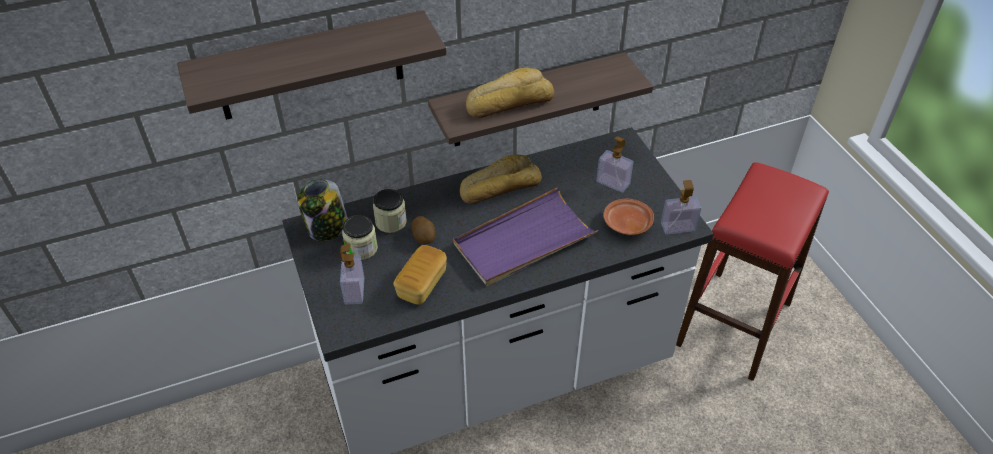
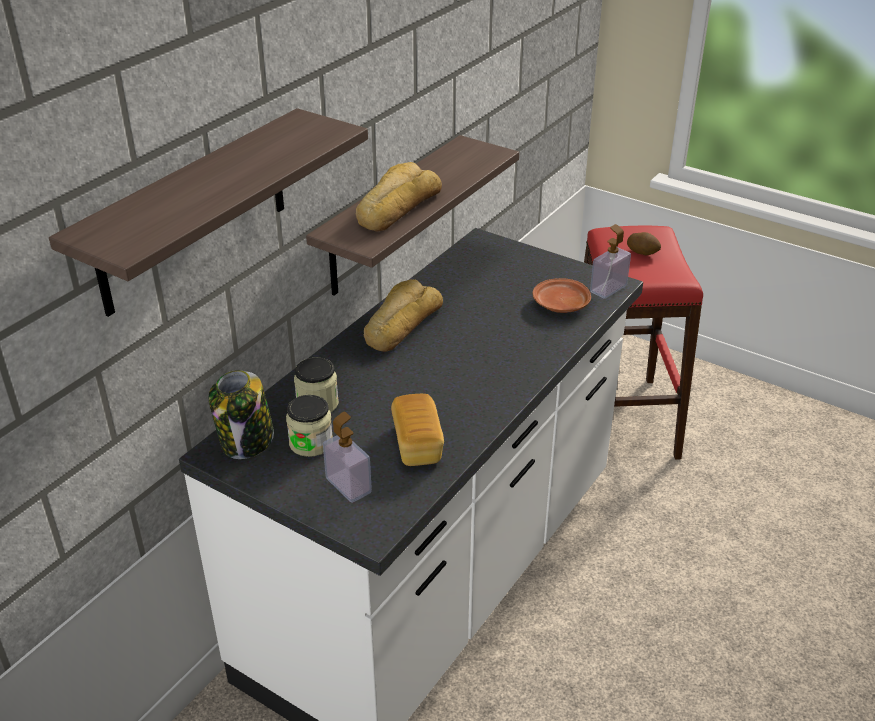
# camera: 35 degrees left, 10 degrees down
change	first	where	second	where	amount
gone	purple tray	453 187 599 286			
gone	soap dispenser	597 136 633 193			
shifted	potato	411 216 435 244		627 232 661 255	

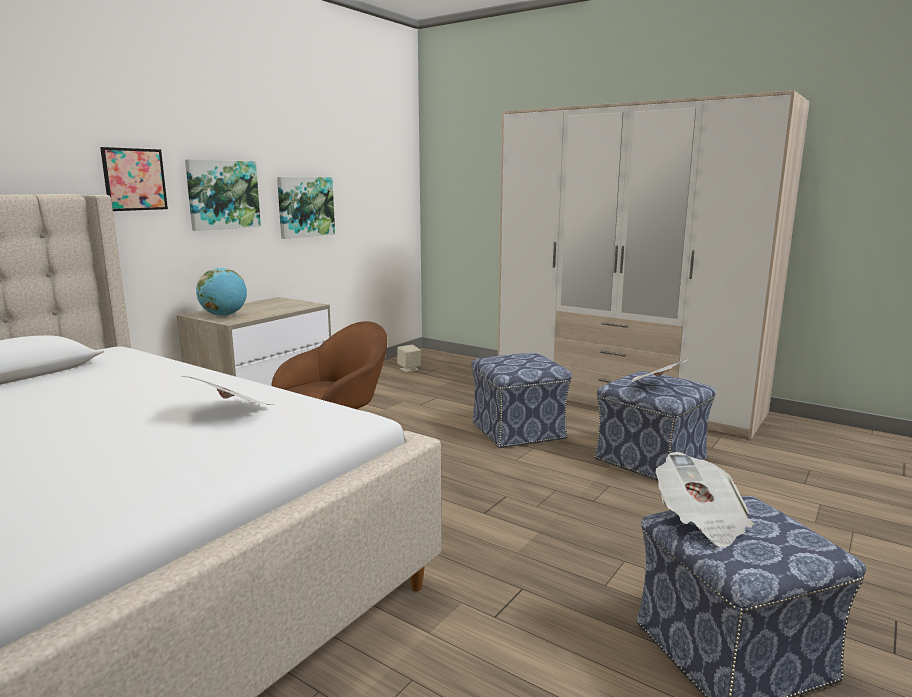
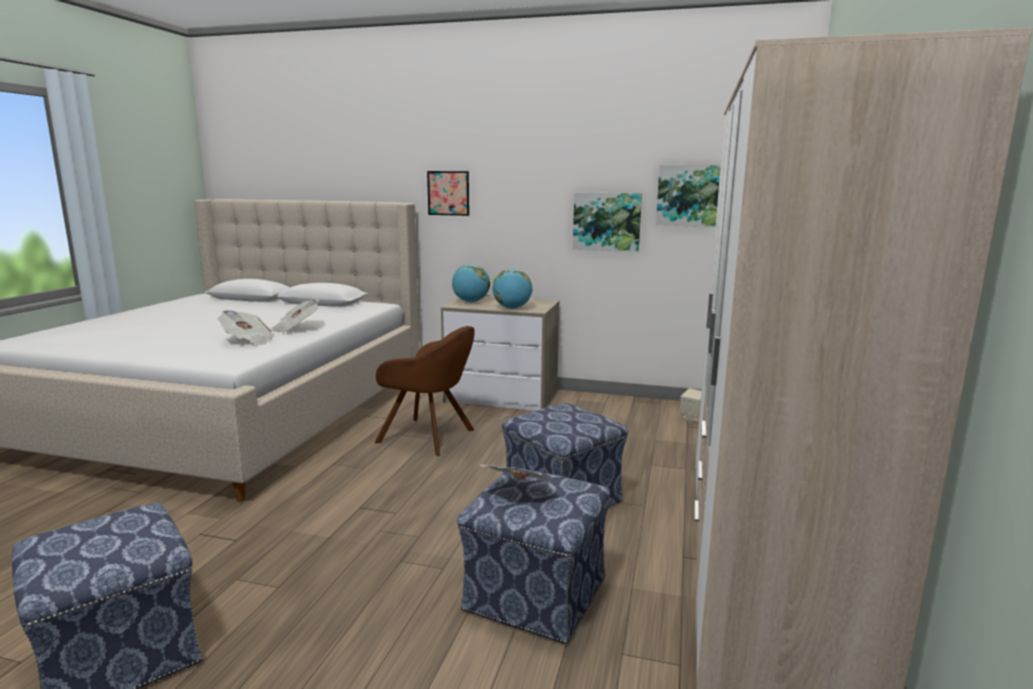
# camera: 70 degrees right, 0 degrees up
change	first	where	second	where	amount
new			globe	492 268 532 309	
shifted	picture	185 159 261 231		656 165 721 227	
shifted	newspaper	655 452 754 548		270 299 319 332	

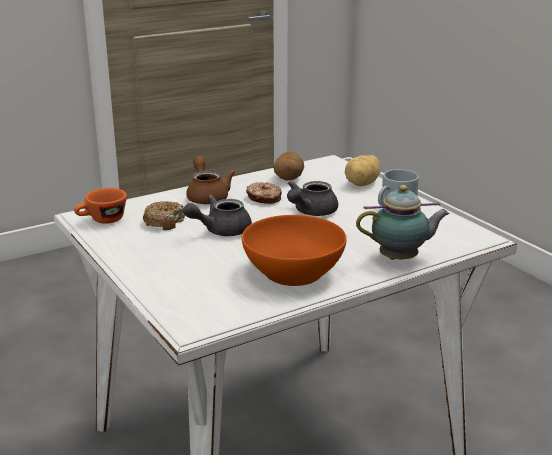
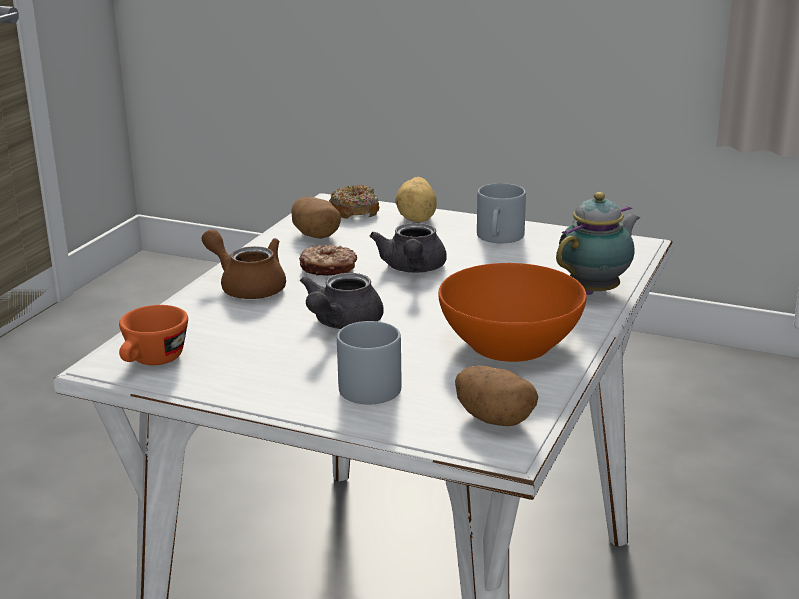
# camera: 35 degrees left, 0 degrees up
change	first	where	second	where	amount
new			grey mug	337 321 402 405	
new			potato	455 365 538 426	
shifted	donut	143 201 185 230		329 185 379 219	

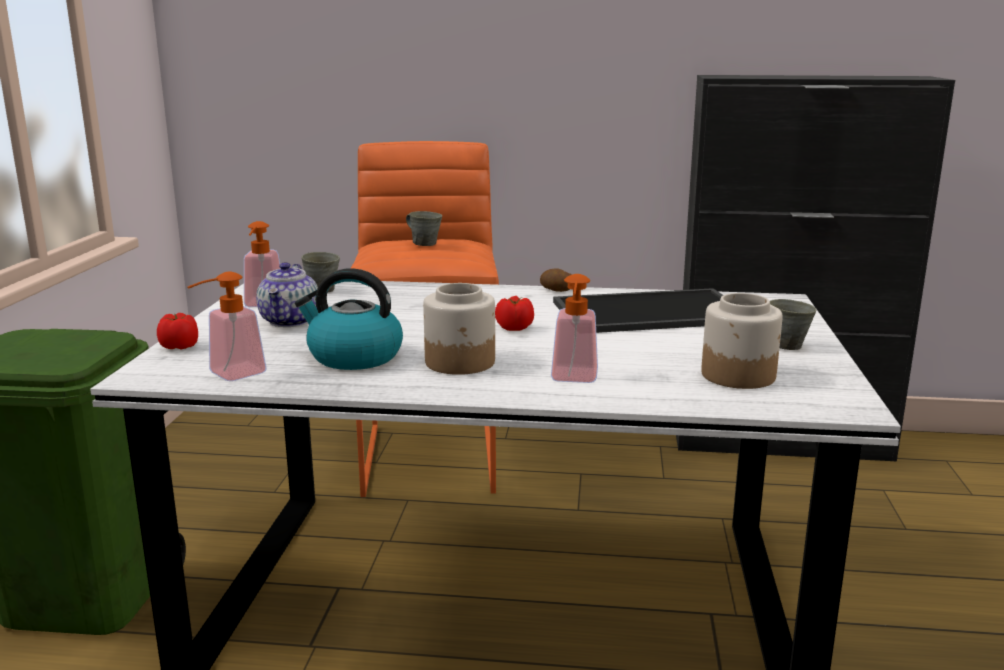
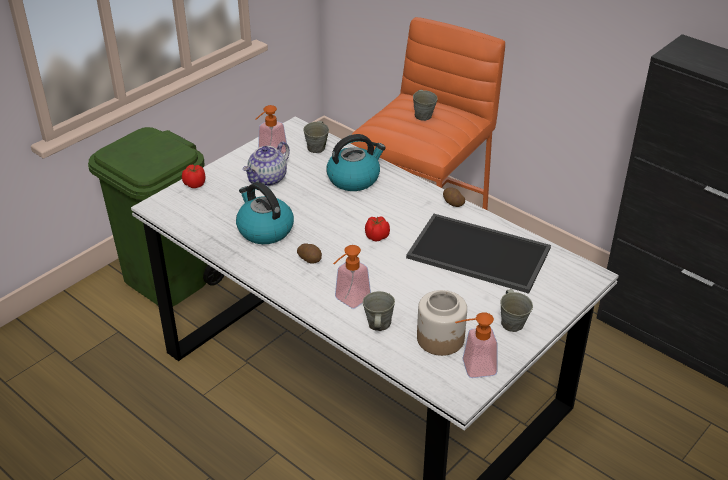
# camera: 35 degrees right, 20 degrees up
change	first	where	second	where	amount
new			kettle	327 134 386 191	
new			grey mug	363 291 395 331	
shifted	soap dispenser	187 272 267 381		455 312 497 378	
swapped	jar	423 283 495 375	potato	297 243 322 263	

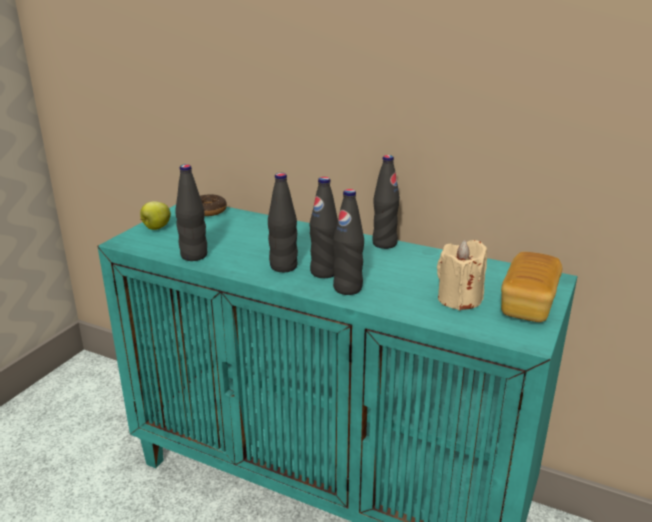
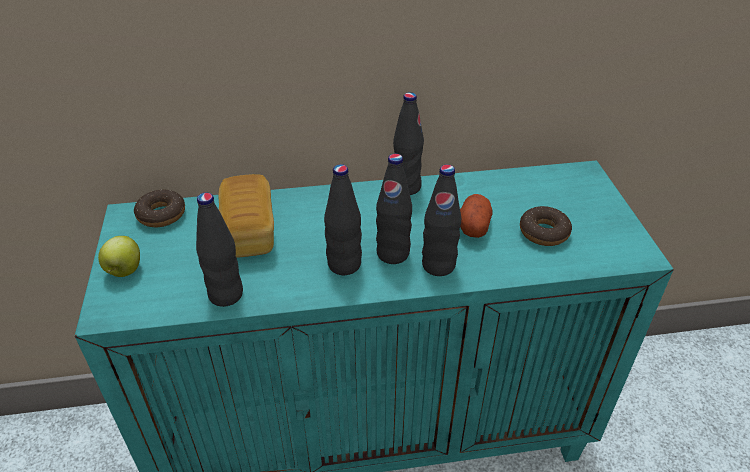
# camera: 35 degrees left, 15 degrees up
change	first	where	second	where	amount
new			potato	460 194 493 238	
shifted	bread	501 252 562 322		218 174 274 258	
swapped	beige candle	437 240 487 310	donut	520 206 572 246	

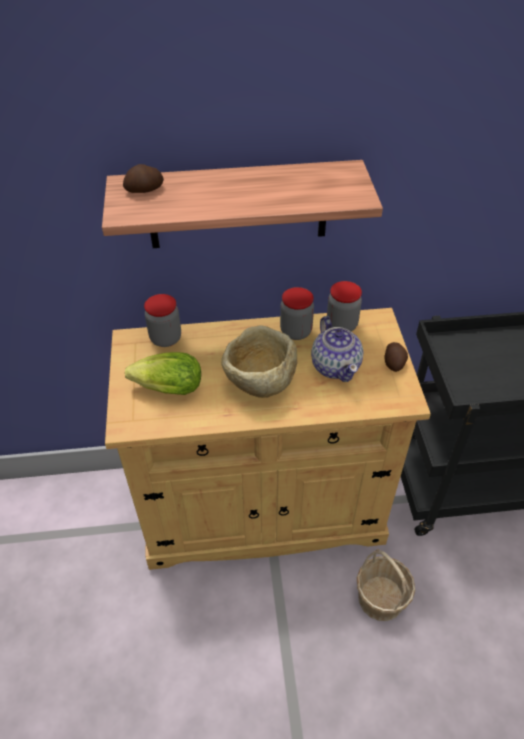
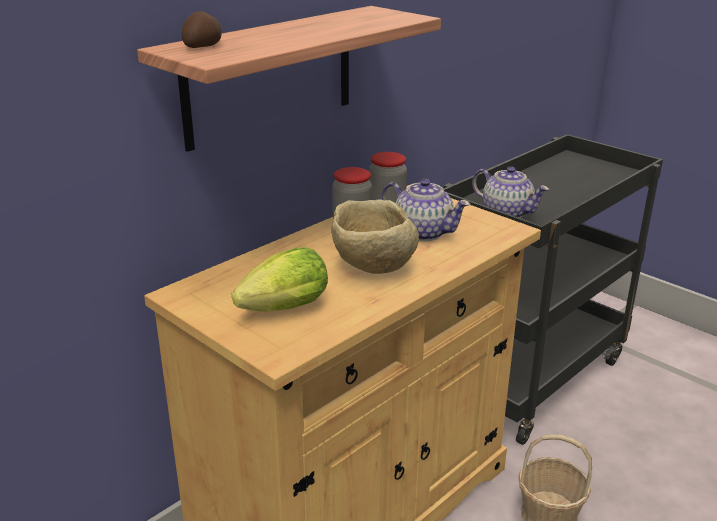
# camera: 40 degrees left, 20 degrees down
change	first	where	second	where	amount
gone	jar	144 294 181 347			
gone	potato	384 342 408 372			
new			teapot	472 166 549 218	

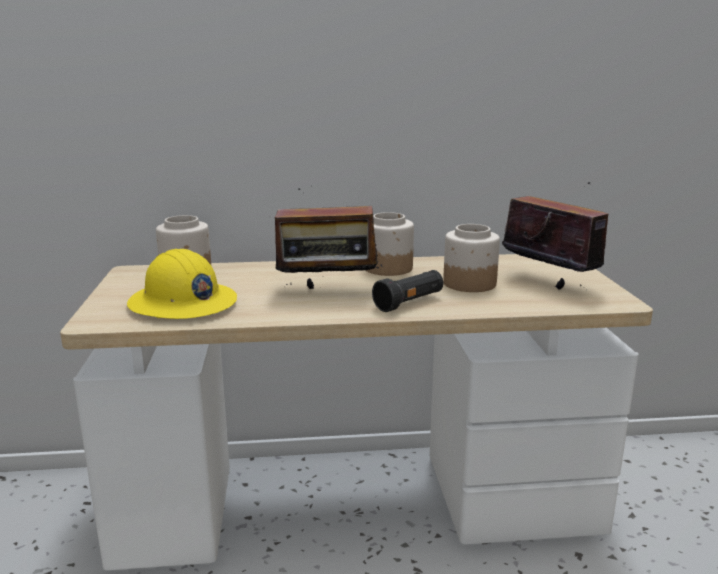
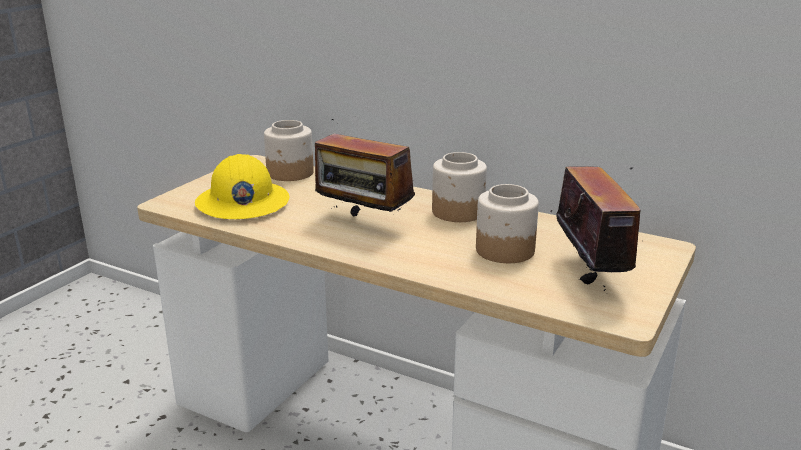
# camera: 35 degrees right, 5 degrees up
change	first	where	second	where	amount
gone	black flashlight	372 270 443 312			

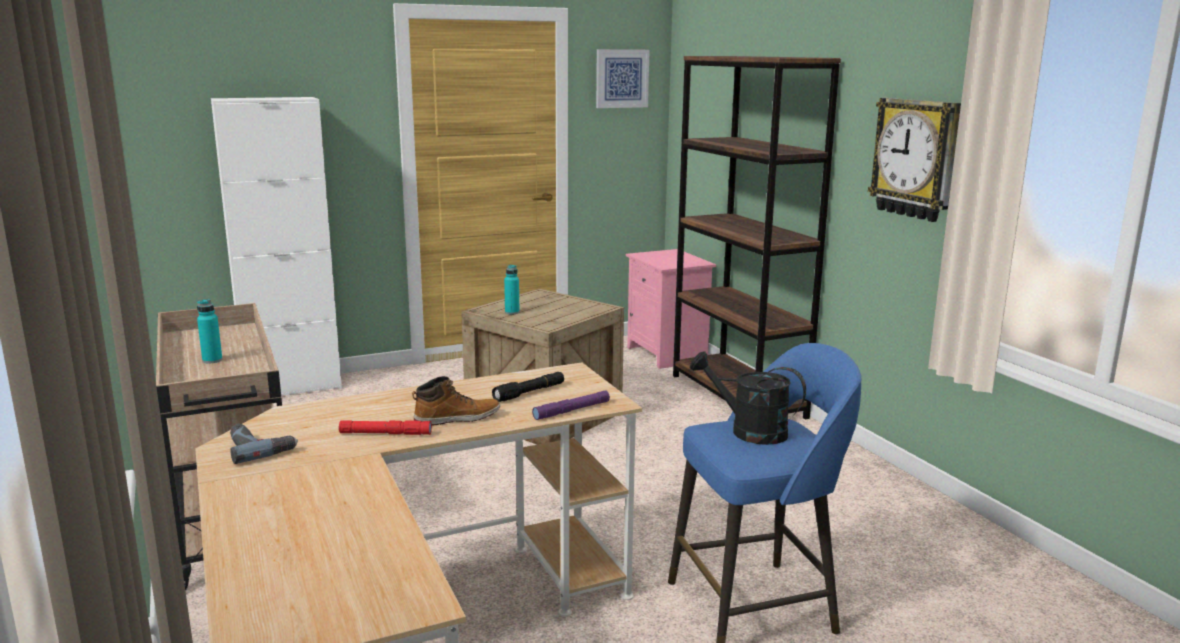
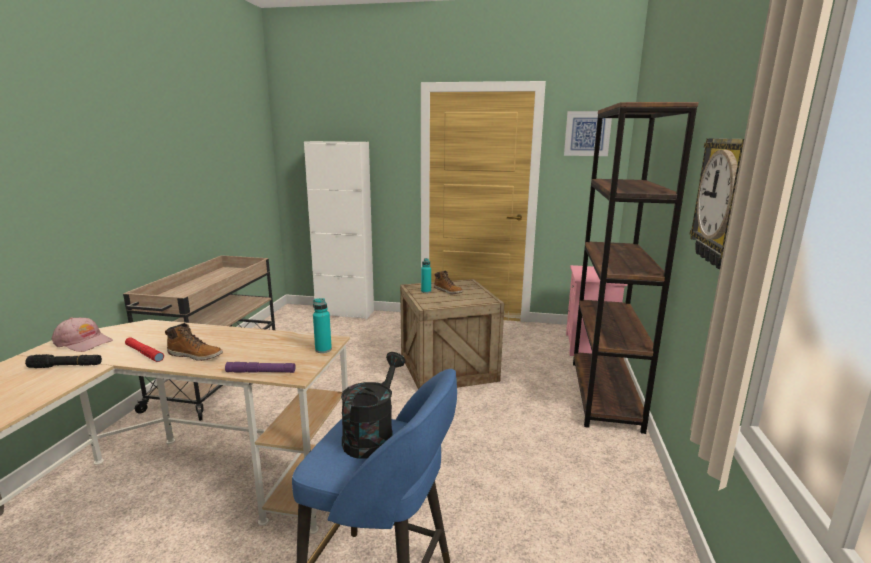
# camera: 35 degrees right, 0 degrees up
change	first	where	second	where	amount
new			boot	434 271 463 294	
shifted	turquoise bottle	197 299 222 363		313 298 332 353	
shifted	black flashlight	492 372 564 402		25 354 102 368	
swapped	power drill	230 424 298 464	pink cap	52 318 113 352	
rotated	black watering can	690 351 806 445		341 352 406 459	45 degrees clockwise

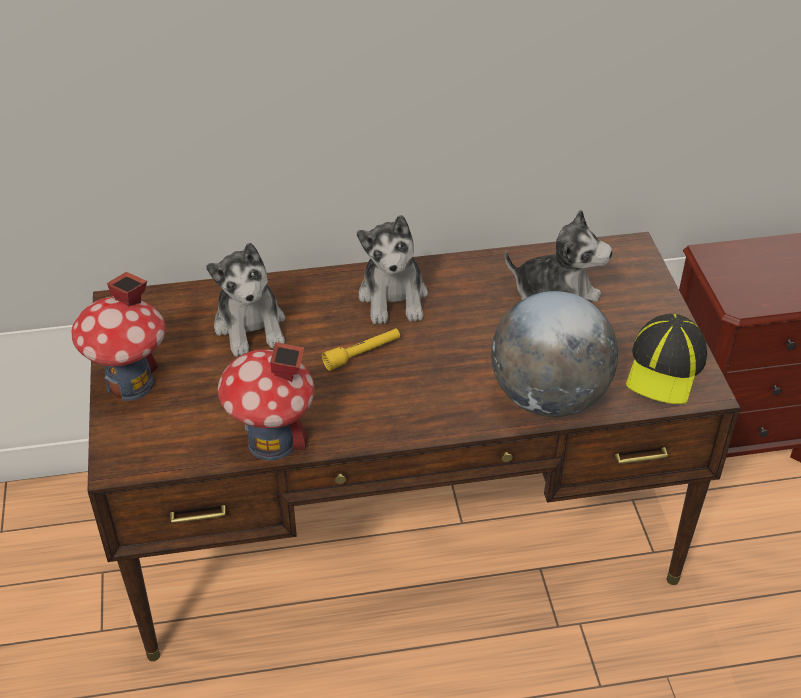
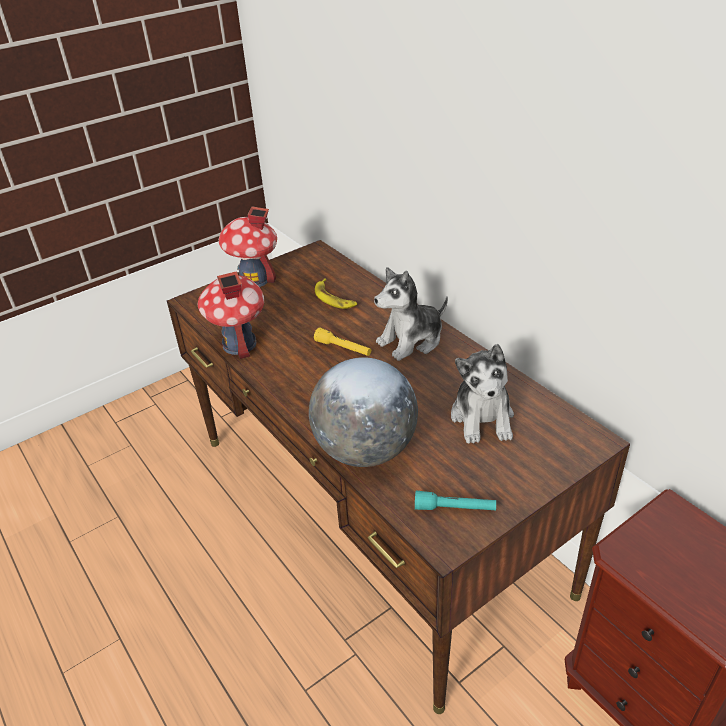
# camera: 65 degrees right, 5 degrees down
change	first	where	second	where	amount
swapped	plush toy	206 243 285 357	banana	315 278 357 309	
swapped	cap	626 314 707 404	turquoise flashlight	415 491 496 511	

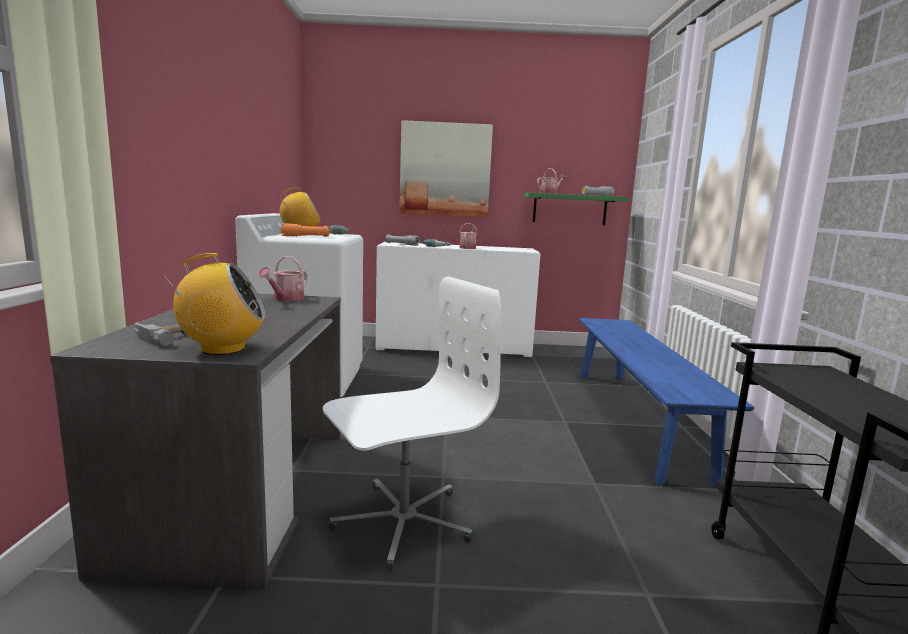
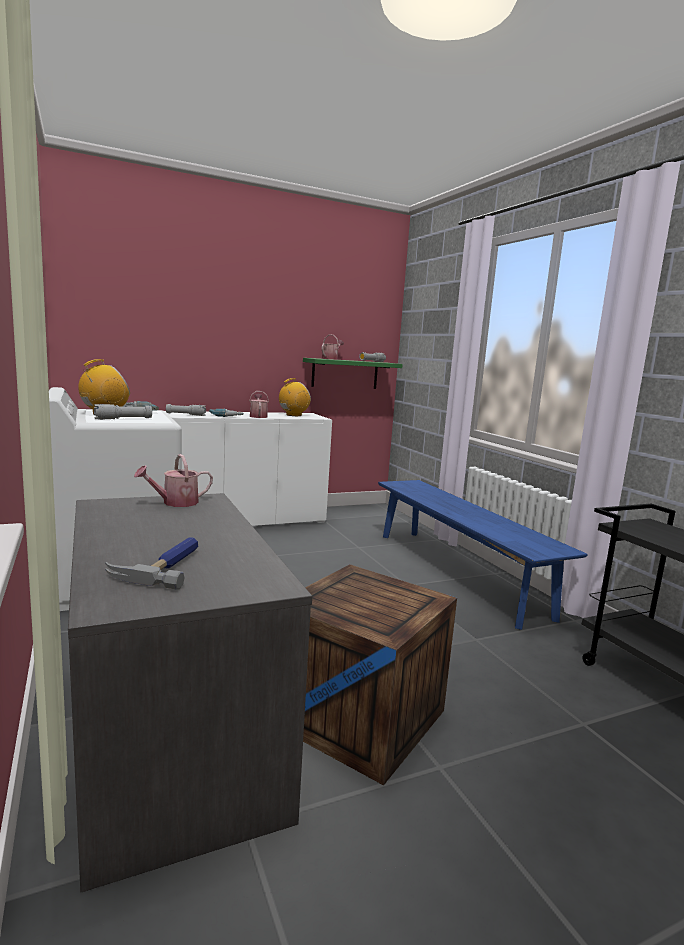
# camera: 25 degrees left, 0 degrees up
change	first	where	second	where	amount
gone	picture	399 120 493 218			
shifted	radio	162 253 265 355		279 378 311 416	
swapped	white office chair	323 276 501 570	crate	303 564 457 785	
repainted	orange flashlight	281 223 329 237	grey flashlight	94 404 152 420	
rotated	watering can	258 256 307 301		134 454 213 507	60 degrees clockwise

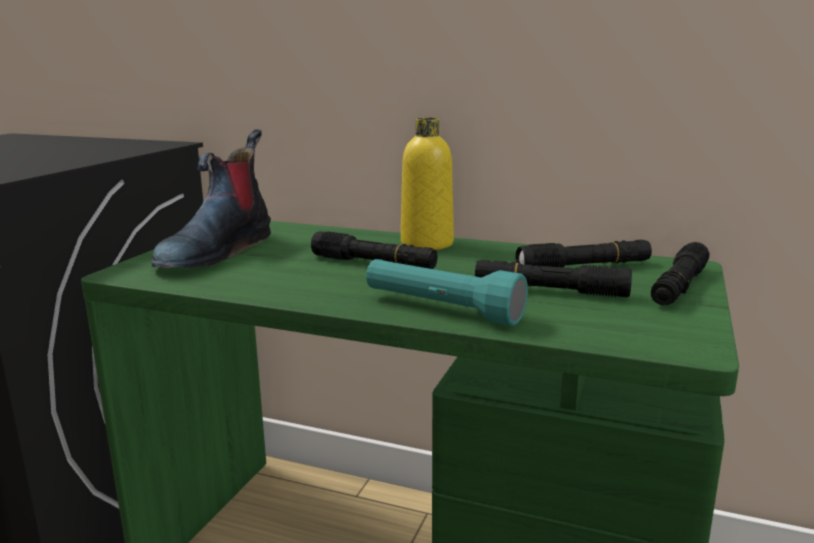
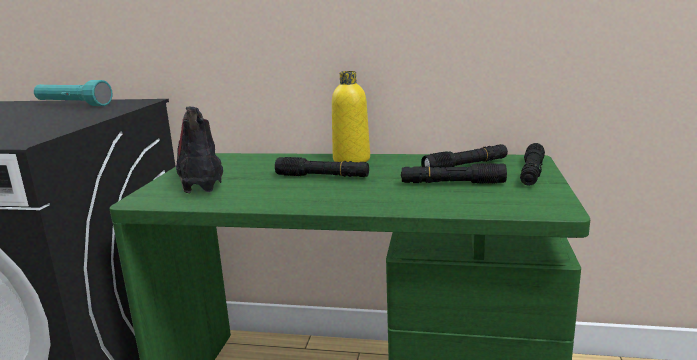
# camera: 10 degrees left, 0 degrees up
change	first	where	second	where	amount
shifted	turquoise flashlight	366 259 528 326		34 80 112 106	
rotated	boot	151 129 271 268		176 107 223 194	150 degrees clockwise

